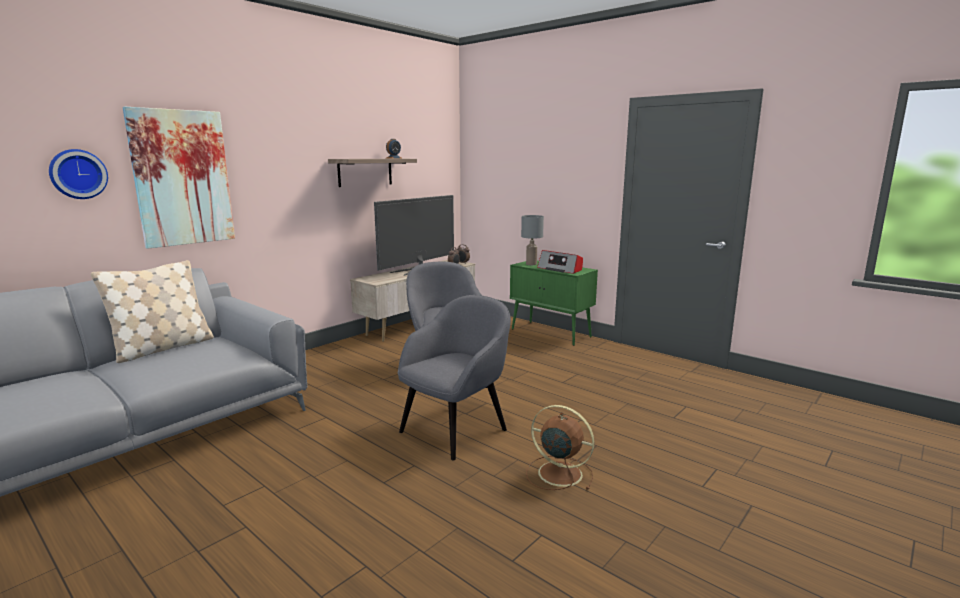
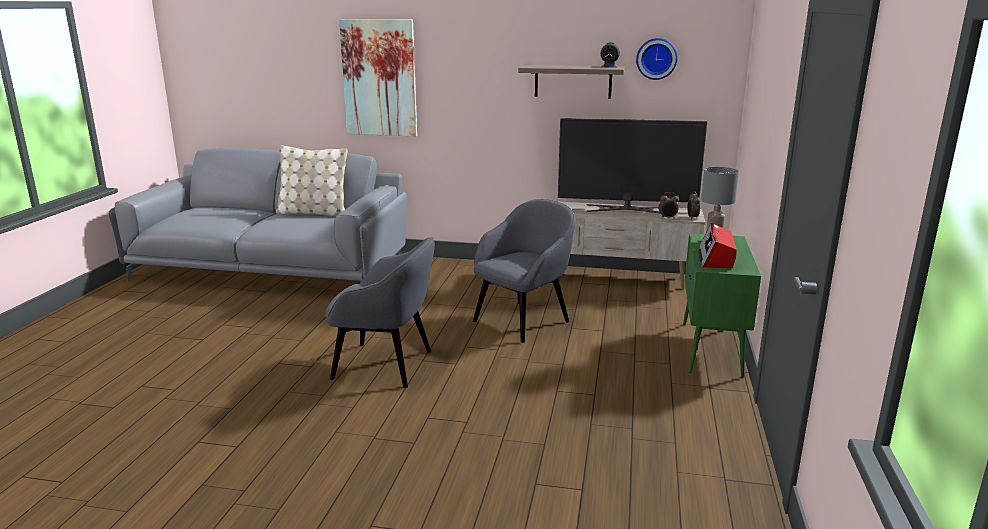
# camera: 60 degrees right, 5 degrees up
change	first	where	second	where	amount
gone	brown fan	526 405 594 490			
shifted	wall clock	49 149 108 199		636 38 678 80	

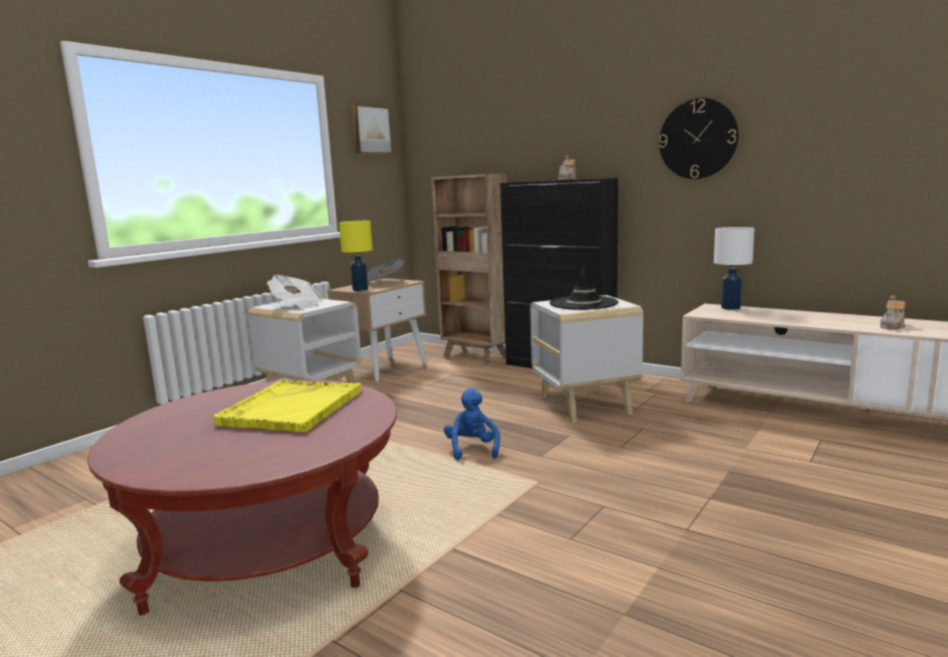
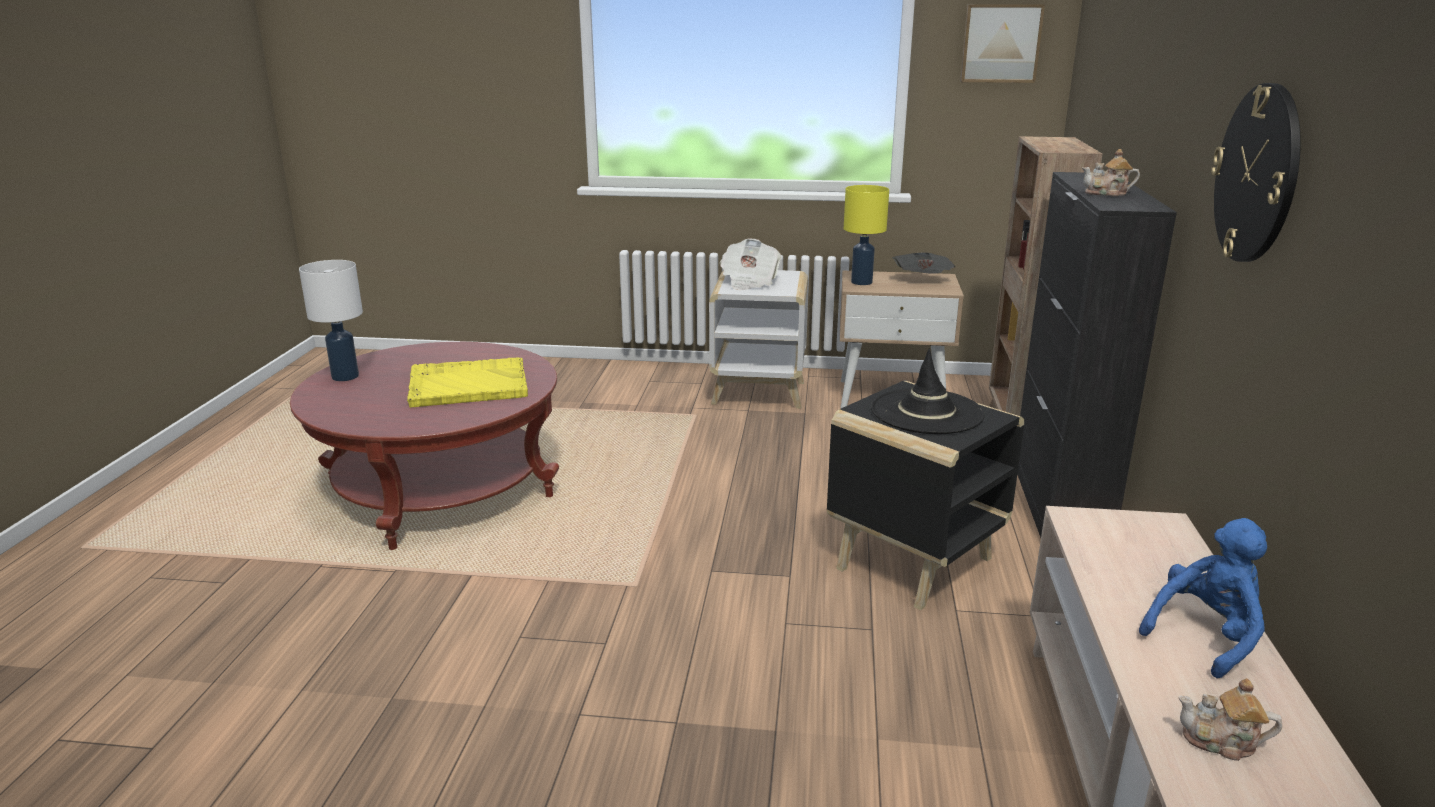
# camera: 60 degrees right, 10 degrees up
change	first	where	second	where	amount
shifted	blue plush toy	444 388 500 460		1139 518 1267 678	
shifted	white table lamp	714 227 755 310		299 260 363 381	
repainted	white side table	530 295 643 423	black side table	827 380 1024 610	

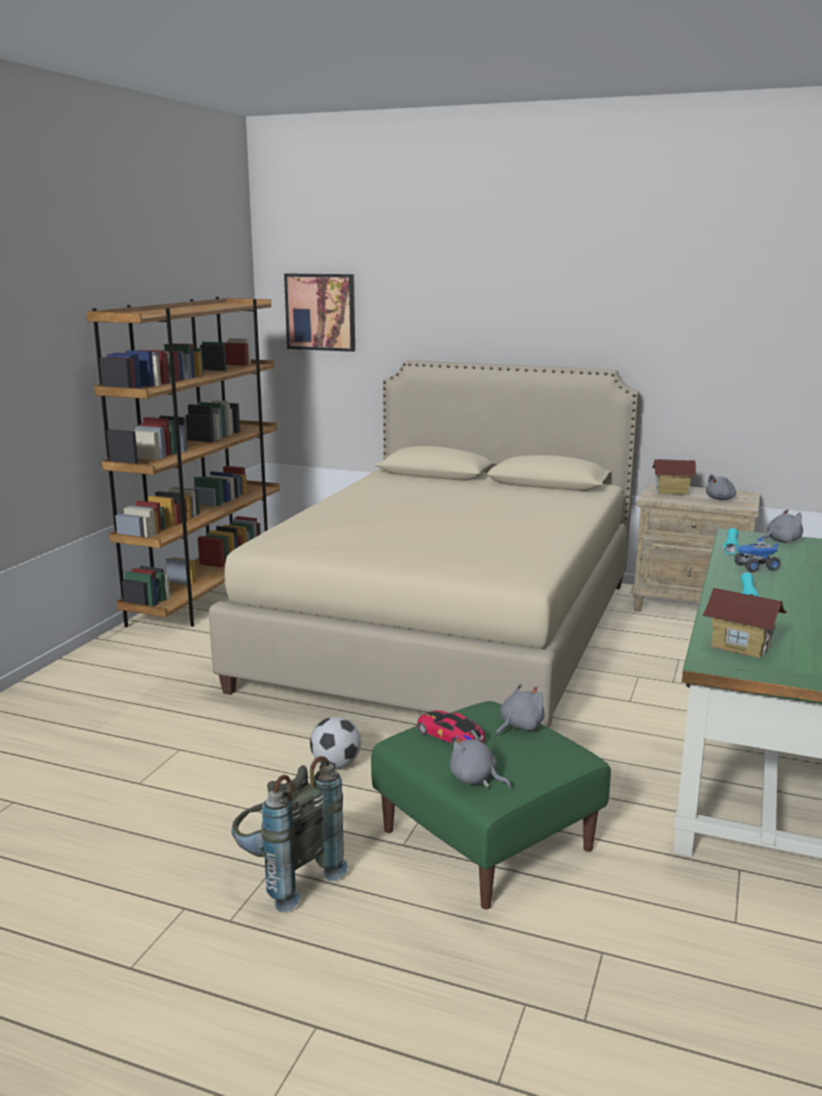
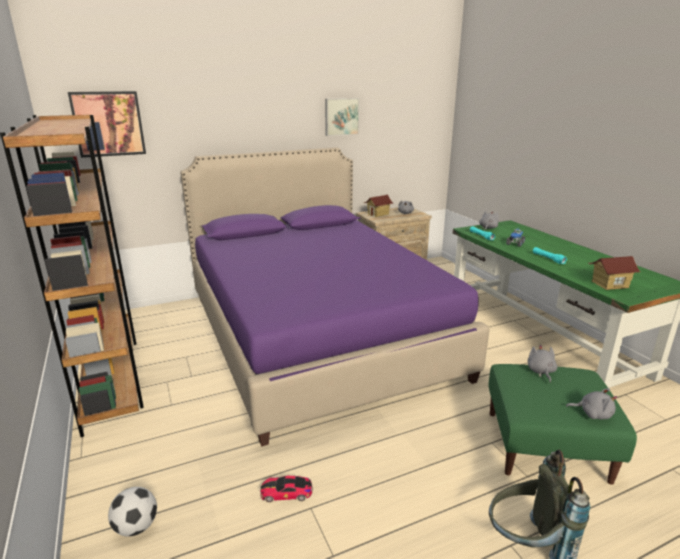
# camera: 45 degrees left, 5 degrees up
change	first	where	second	where	amount
new			picture	325 98 359 136	
shifted	football	310 717 361 769		108 487 157 536	
shifted	toy car	417 710 485 746		260 476 312 502	
repainted	beige bed	209 360 640 728	purple bed	180 147 489 447	
rotated	grey plush toy	450 730 511 788		566 388 617 419	150 degrees counterclockwise

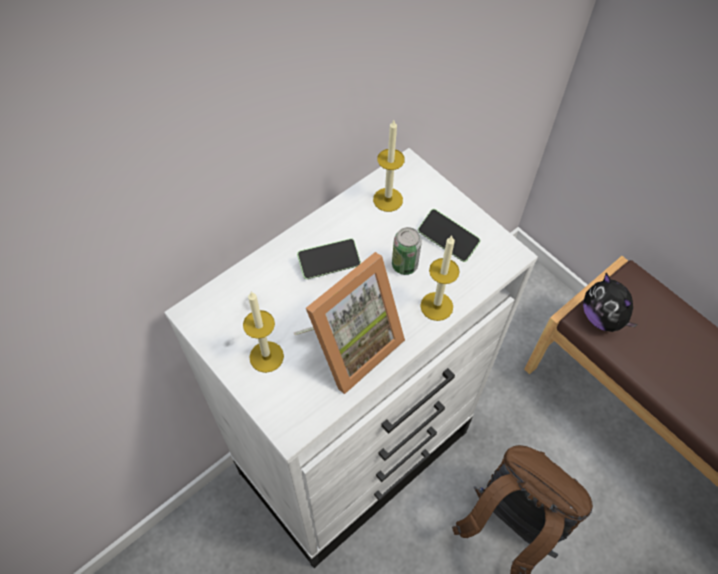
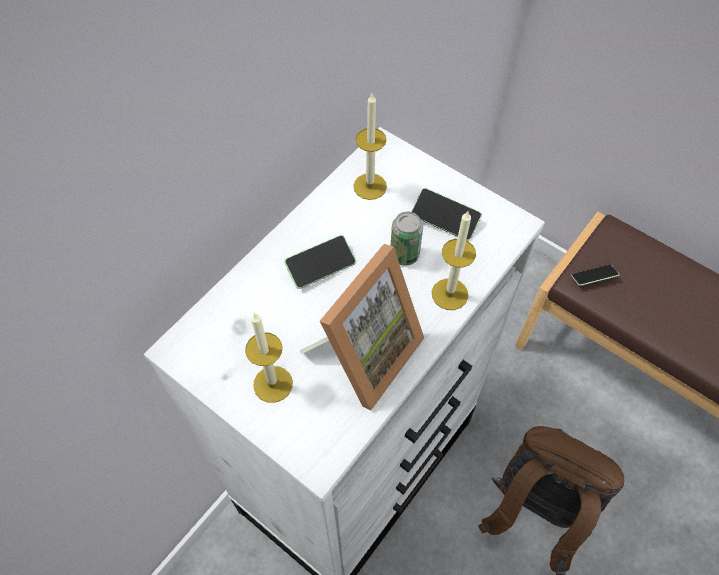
# camera: 10 degrees left, 0 degrees up
change	first	where	second	where	amount
swapped	plush toy	583 273 638 332	phone	571 264 620 286	

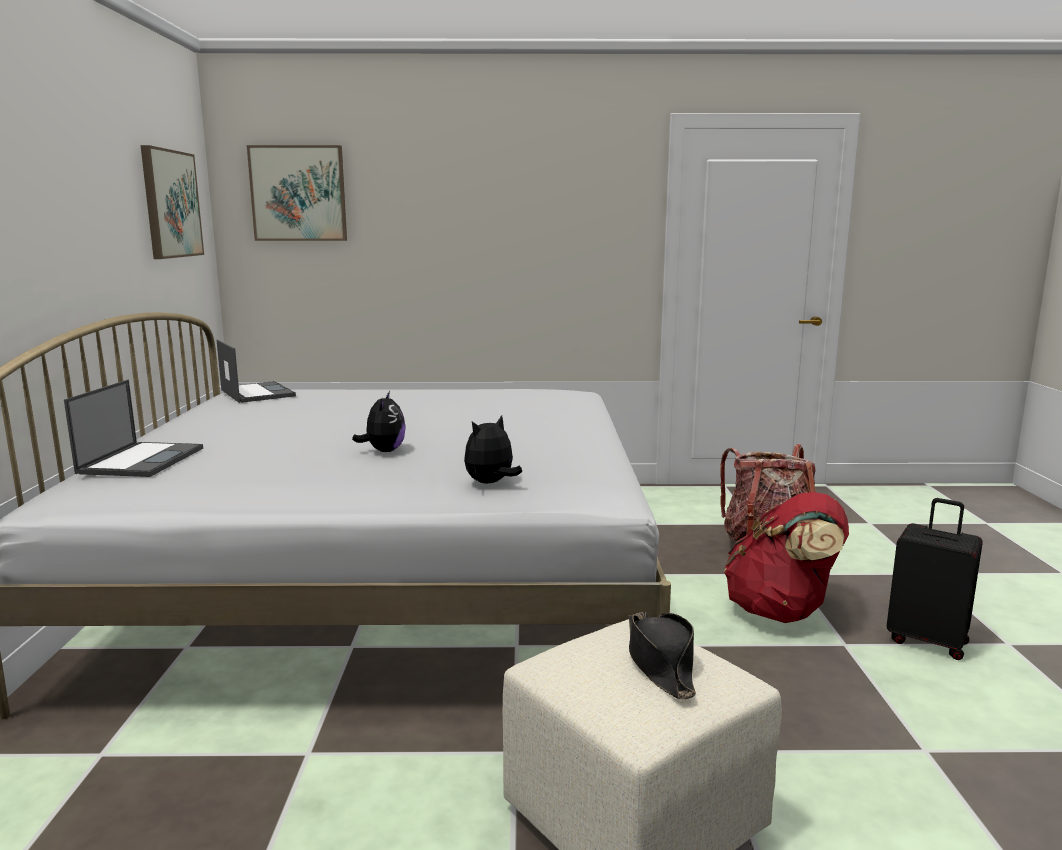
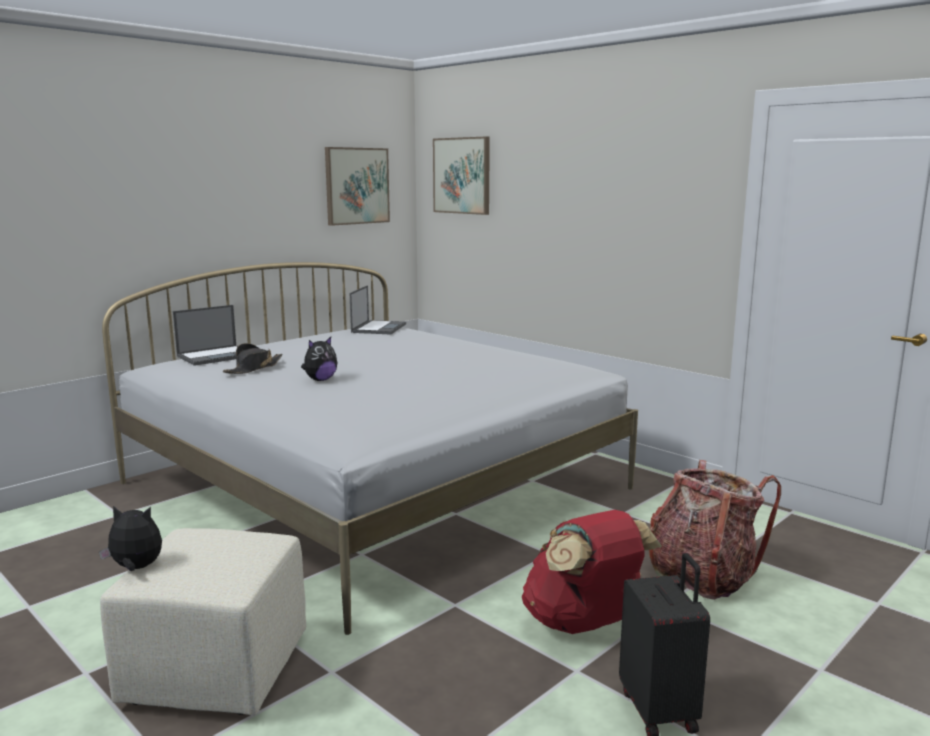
# camera: 45 degrees right, 0 degrees up
change	first	where	second	where	amount
shifted	plush toy	464 415 522 483		99 506 162 571	
shifted	black hat	629 612 696 699		223 343 283 374	

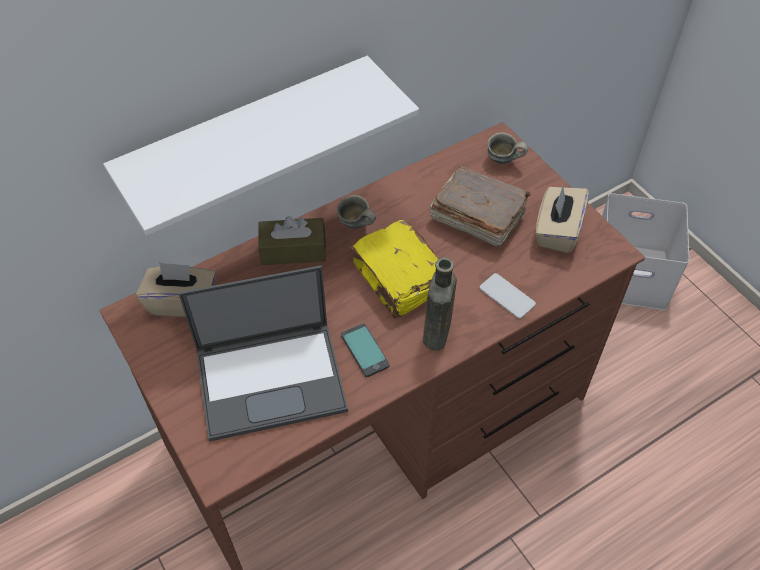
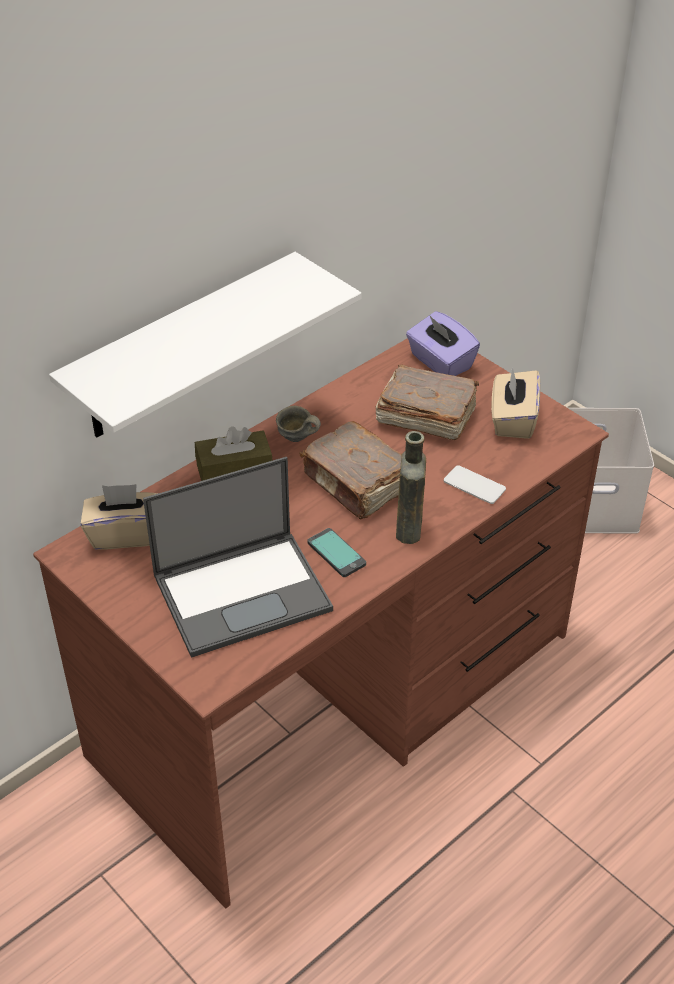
# camera: 10 degrees left, 10 degrees down
change	first	where	second	where	amount
swapped	grey mug	487 132 528 164	purple tissue box	406 311 480 376	
repainted	yellow book	349 220 439 318	brown book	300 421 402 519	

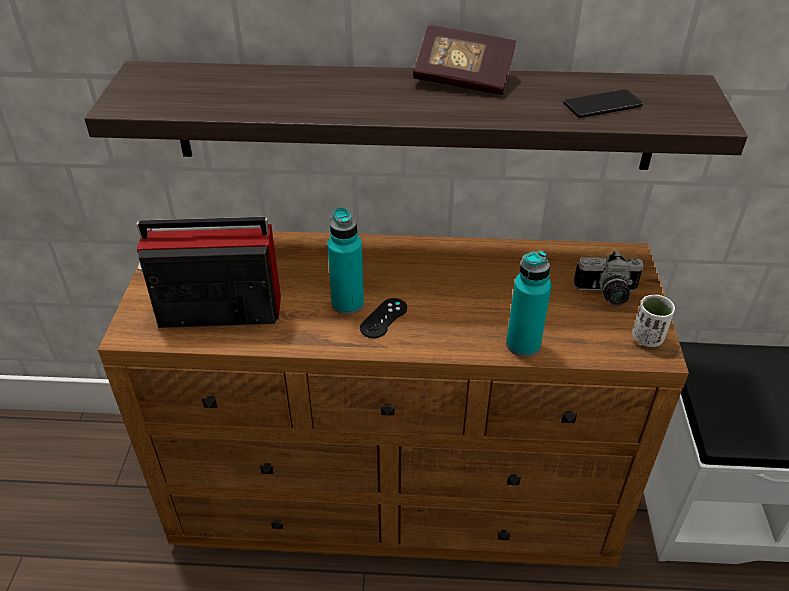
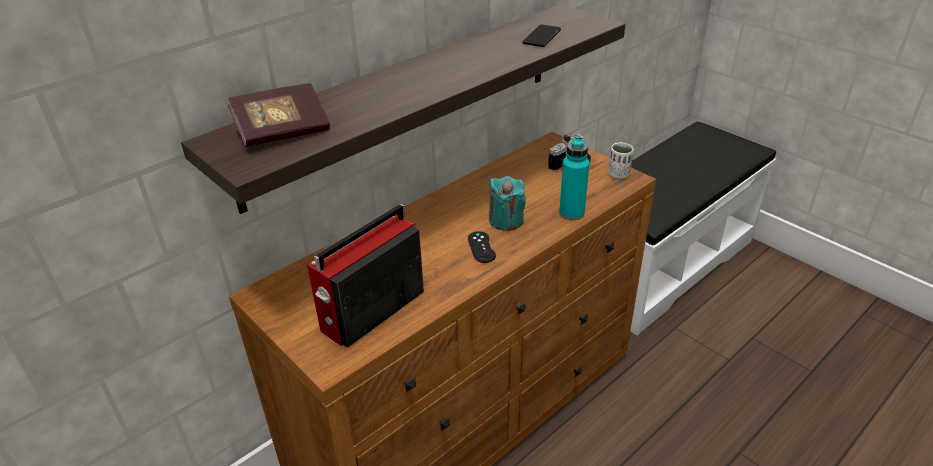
# camera: 45 degrees left, 5 degrees down
change	first	where	second	where	amount
gone	turquoise bottle	327 207 364 315			
new			turquoise candle	489 176 526 231	
shifted	book	413 25 516 95		228 83 330 147	

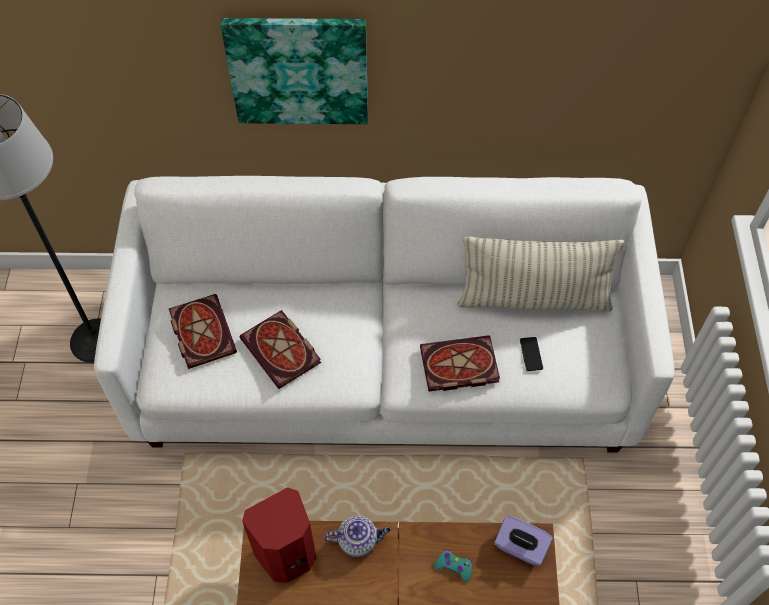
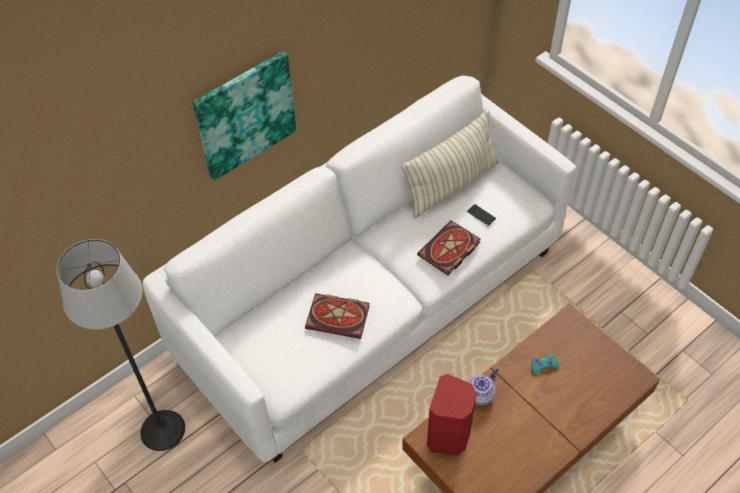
# camera: 40 degrees left, 5 degrees down
change	first	where	second	where	amount
gone	book	169 294 237 369			
gone	purple tissue box	494 515 553 566			

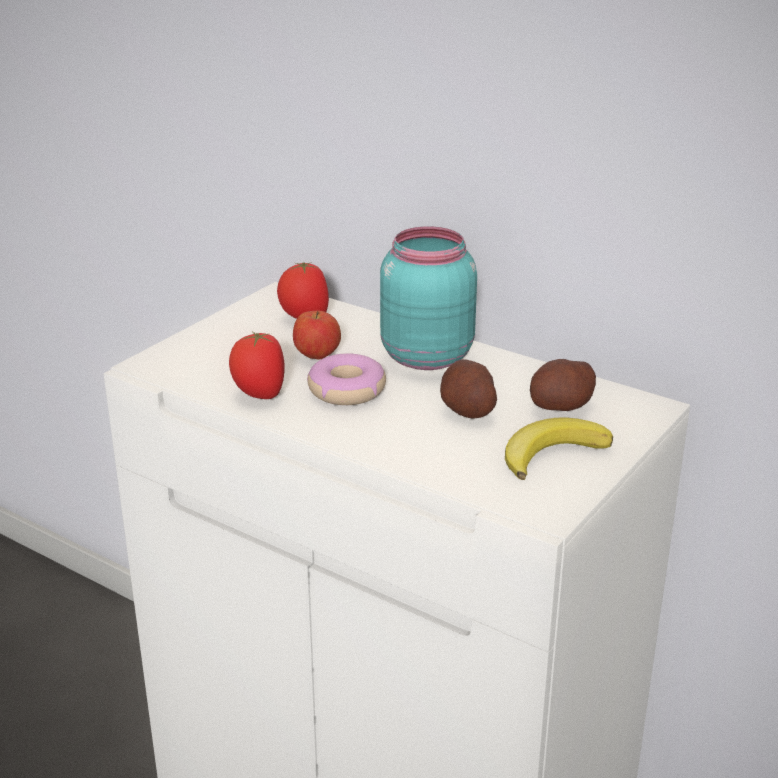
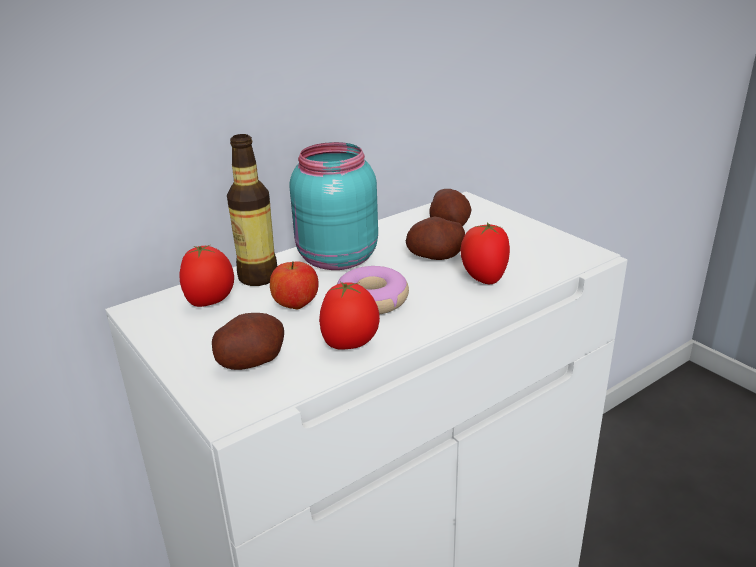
# camera: 70 degrees left, 0 degrees up
change	first	where	second	where	amount
gone	banana	505 417 613 480			
new			potato	212 313 284 370	
new			bottle	227 134 277 286	
new			tomato	461 222 510 284	

